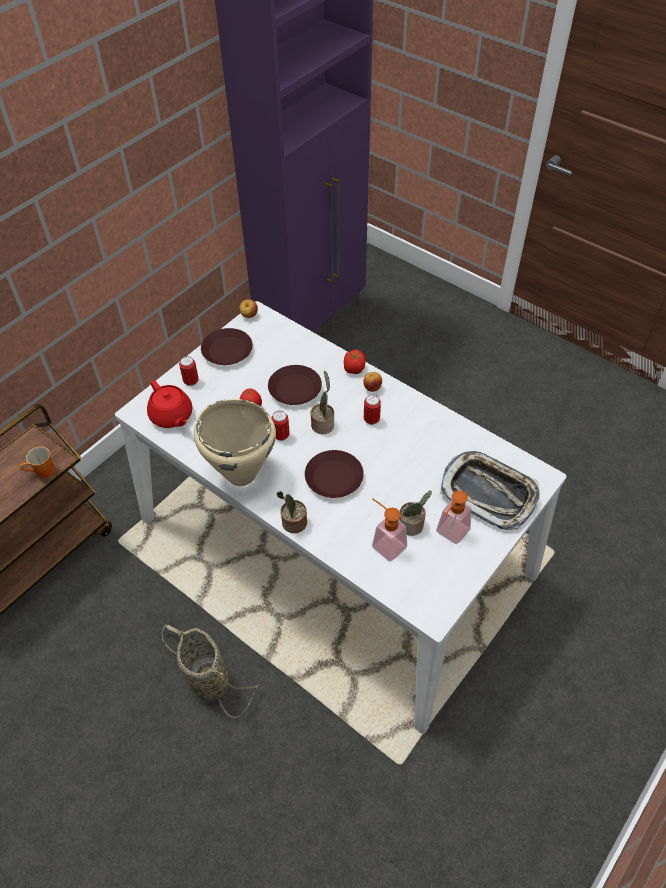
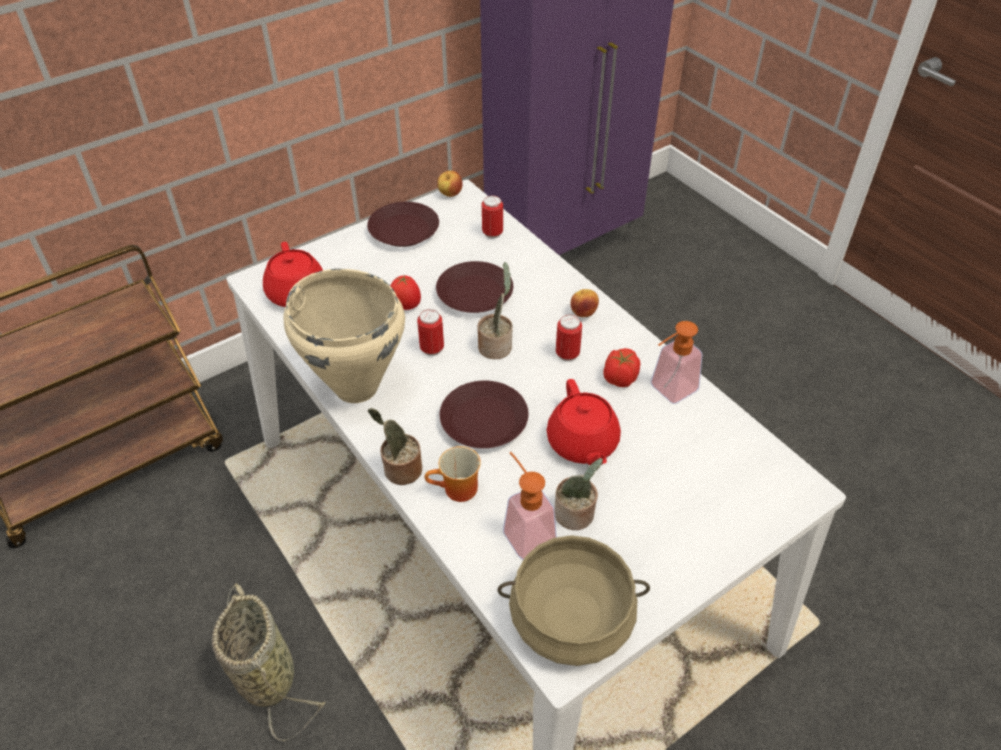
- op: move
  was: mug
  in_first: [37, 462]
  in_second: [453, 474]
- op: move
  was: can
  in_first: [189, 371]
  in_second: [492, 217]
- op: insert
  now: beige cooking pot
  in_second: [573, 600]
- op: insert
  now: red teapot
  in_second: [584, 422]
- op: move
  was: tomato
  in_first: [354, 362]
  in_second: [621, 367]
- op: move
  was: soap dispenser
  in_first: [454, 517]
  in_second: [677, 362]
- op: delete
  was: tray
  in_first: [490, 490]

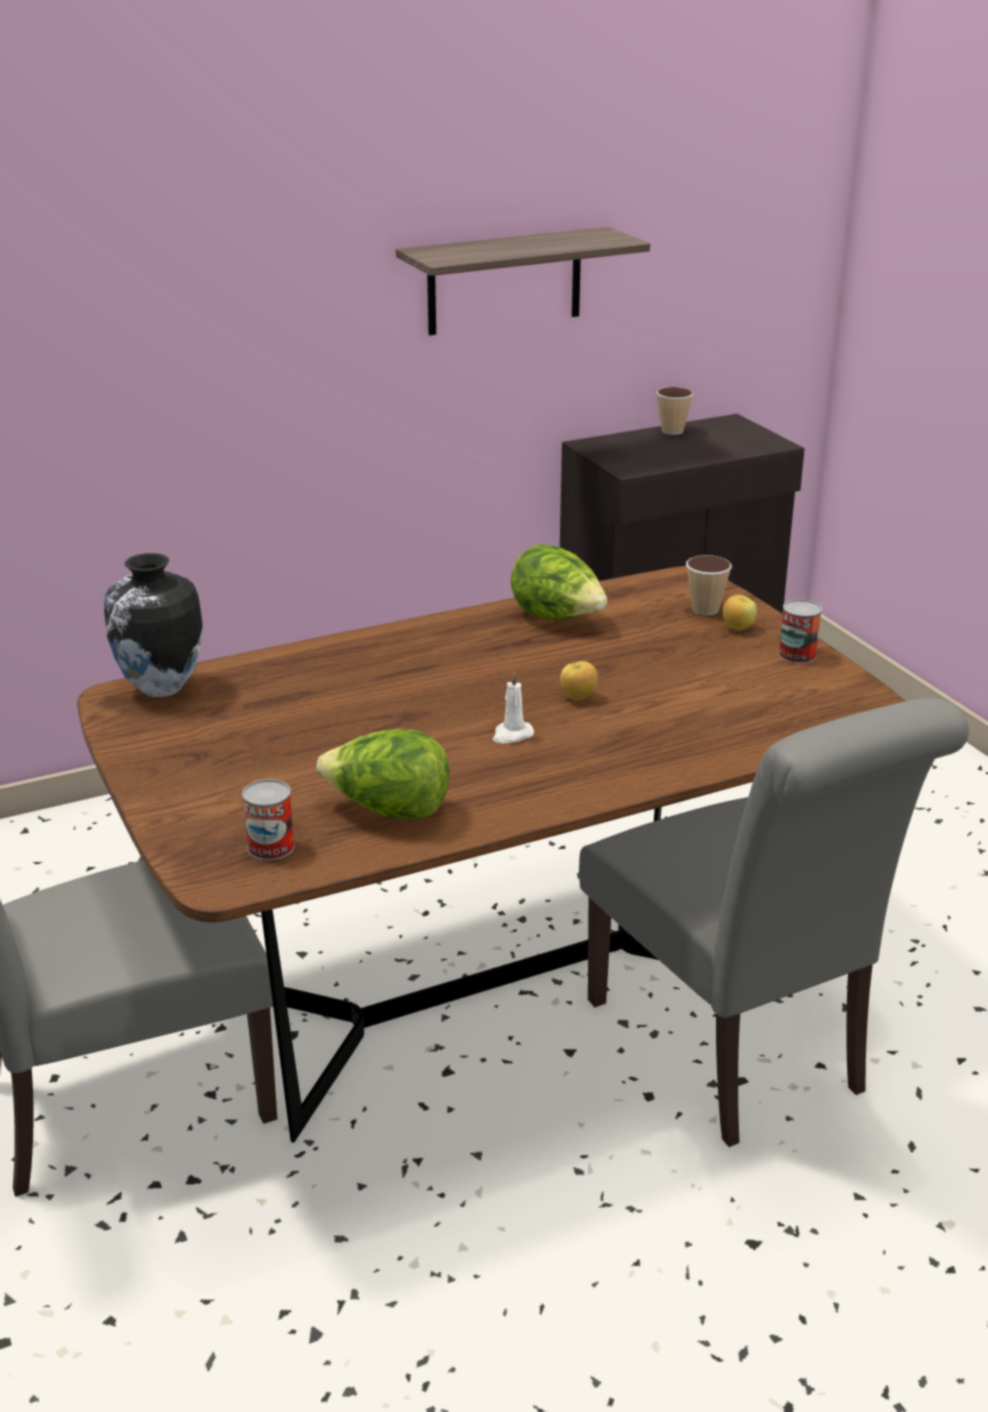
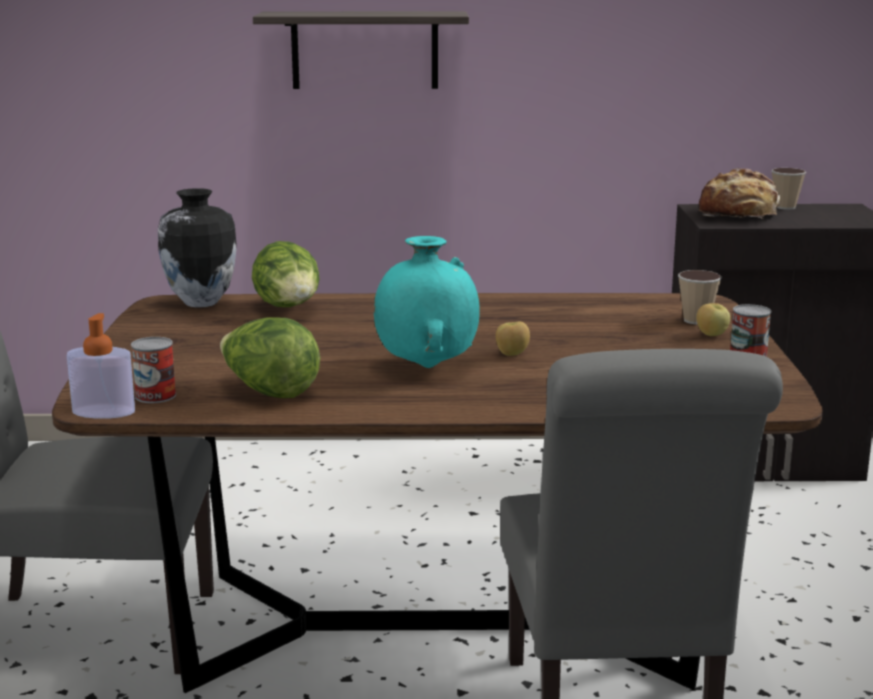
- op: insert
  now: soap dispenser
  in_second: [101, 366]
- op: move
  was: lettuce
  in_first: [558, 582]
  in_second: [286, 274]
- op: move
  was: shelf
  in_first: [523, 281]
  in_second: [361, 50]
- op: replace
  was: white candle
  now: turquoise vase
  in_first: [513, 707]
  in_second: [427, 302]
- op: insert
  now: bread
  in_second: [740, 193]

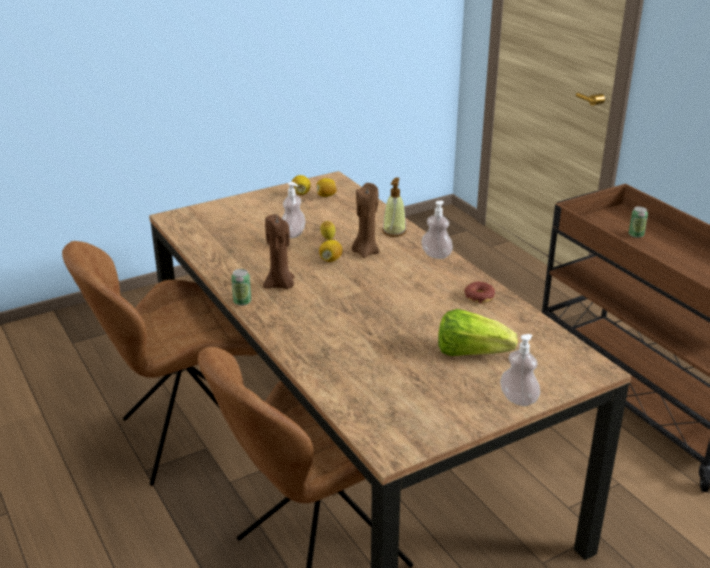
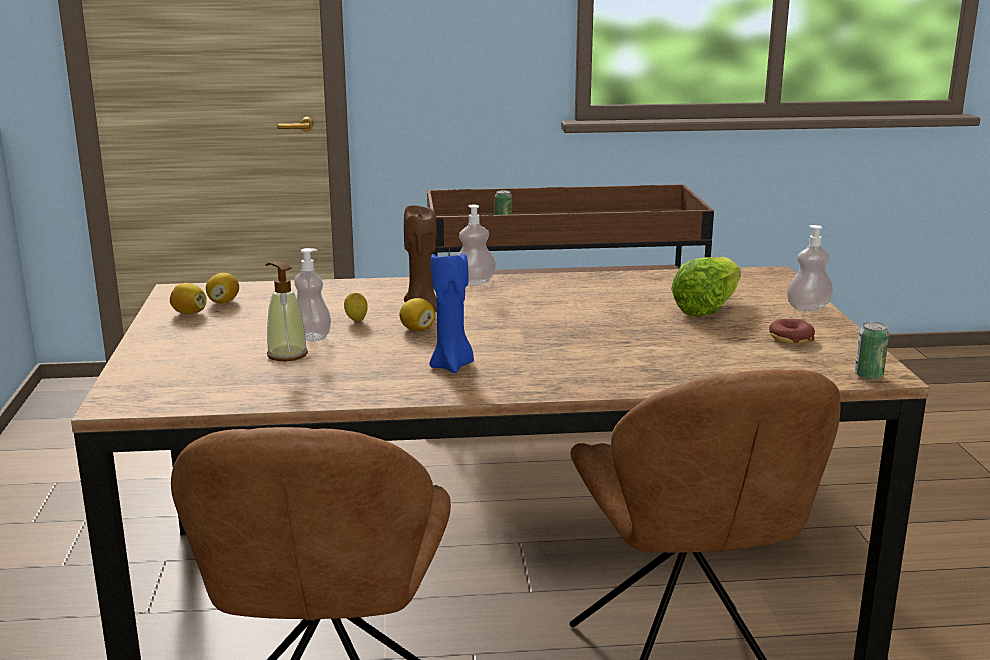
- op: move
  was: soap dispenser
  in_first: [394, 207]
  in_second: [286, 311]
- op: recolor
  was: brown candle
  now: blue candle
  in_first: [278, 251]
  in_second: [451, 312]
- op: move
  was: donut
  in_first: [480, 292]
  in_second: [792, 331]
- op: move
  was: can
  in_first: [241, 287]
  in_second: [871, 351]

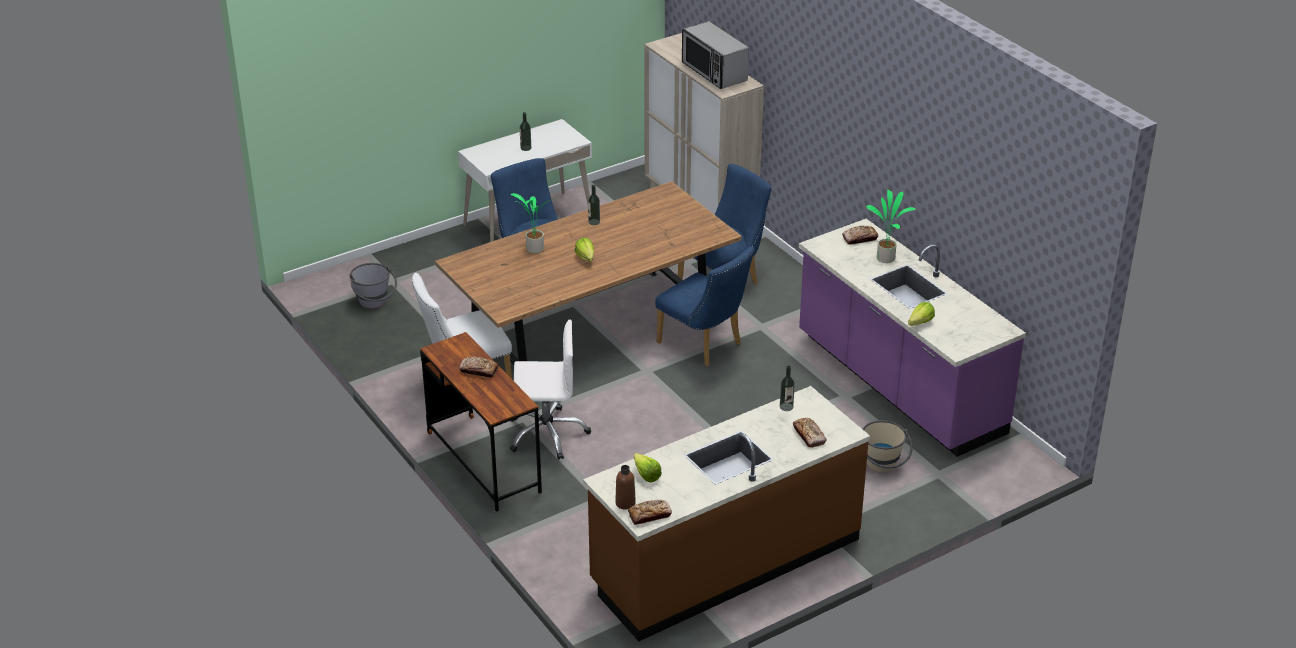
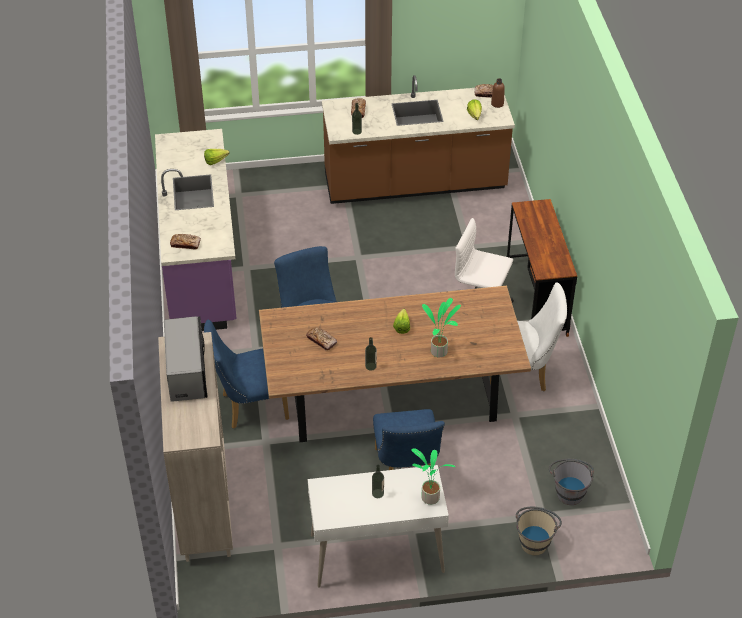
- op: move
  was: bread
  in_first: [478, 367]
  in_second: [321, 338]
- op: move
  was: potted plant
  in_first: [891, 226]
  in_second: [433, 477]
- op: move
  was: beige bucket
  in_first: [888, 446]
  in_second: [539, 531]

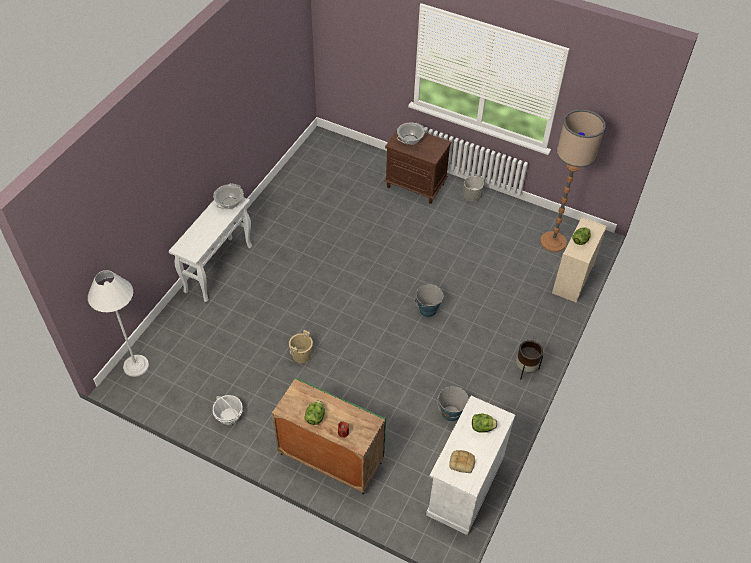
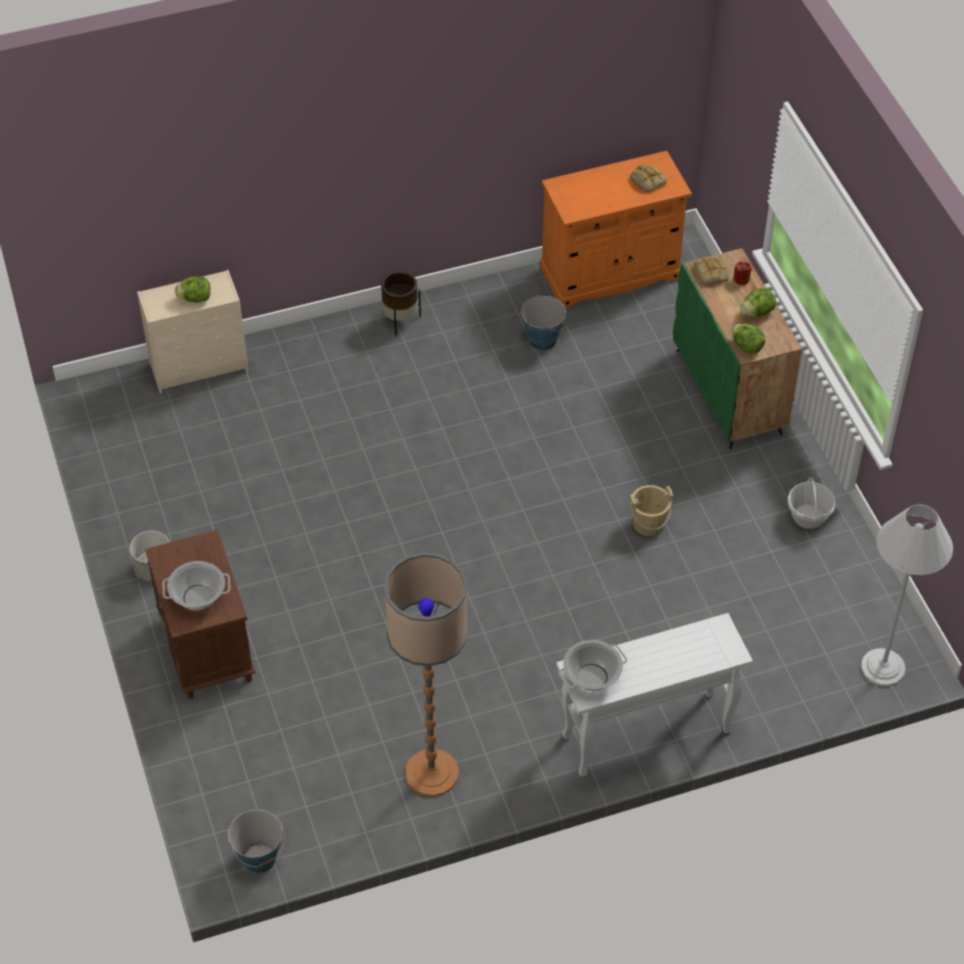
- op: move
  was: bucket
  in_first: [429, 300]
  in_second: [256, 841]
- op: move
  was: floor lamp
  in_first: [572, 180]
  in_second: [426, 674]
- op: recolor
  was: white cabinet
  now: orange cabinet
  in_first: [470, 465]
  in_second: [616, 229]
- op: insert
  now: bread
  in_second: [711, 270]
- op: move
  was: lettuce
  in_first: [484, 423]
  in_second: [748, 338]

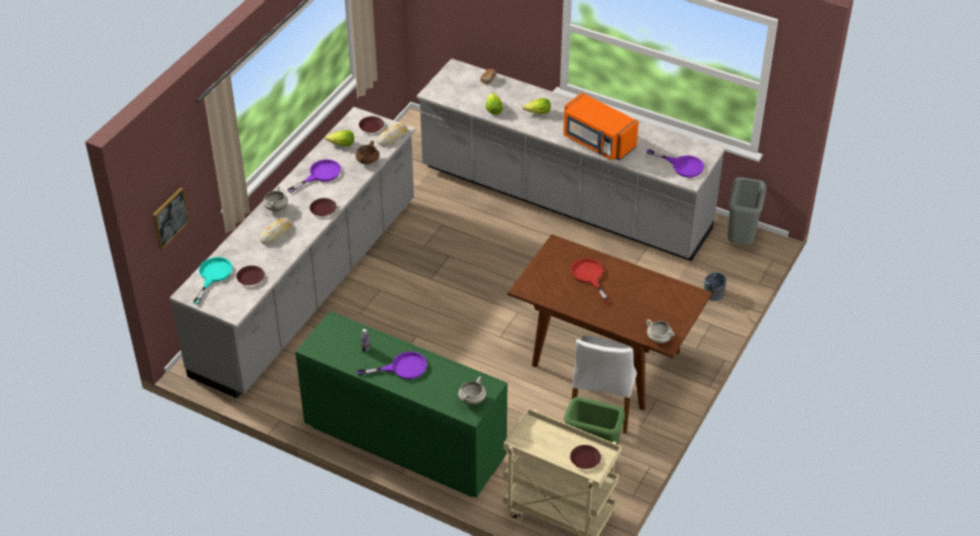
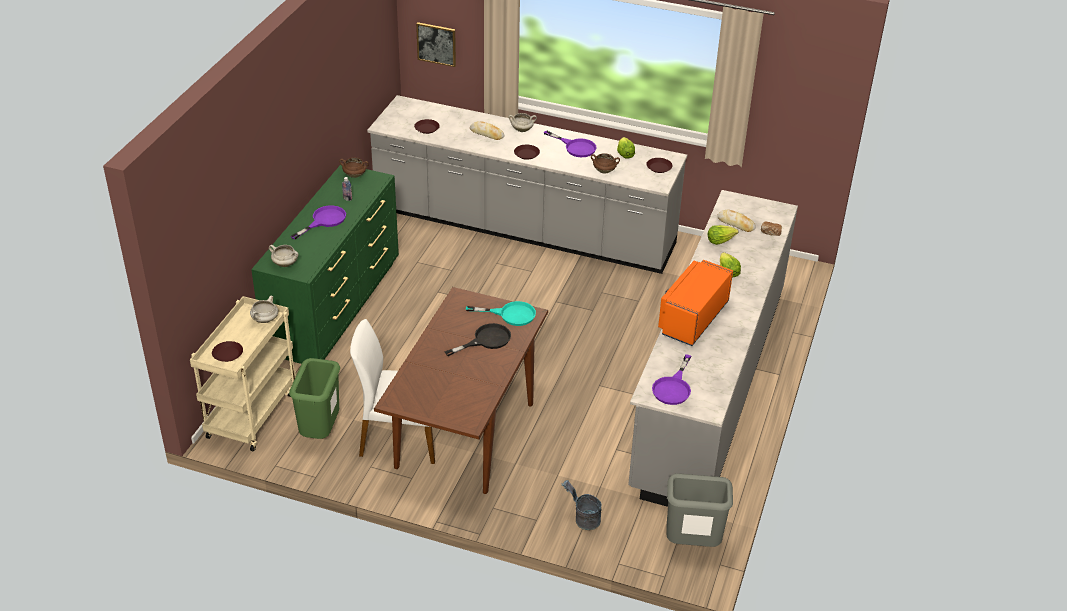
- op: move
  was: white cooking pot
  in_first: [660, 331]
  in_second: [264, 309]
- op: rotate
  was: purple frying pan
  in_first: [392, 365]
  in_second: [318, 222]
  clockwise: -120
- op: insert
  now: brown cooking pot
  in_second: [354, 167]
- op: recolor
  was: red frying pan
  now: black frying pan
  in_first: [590, 281]
  in_second: [477, 339]
- op: move
  was: turquoise frying pan
  in_first: [213, 280]
  in_second: [501, 313]
- op: move
  was: bread
  in_first: [392, 134]
  in_second: [736, 221]

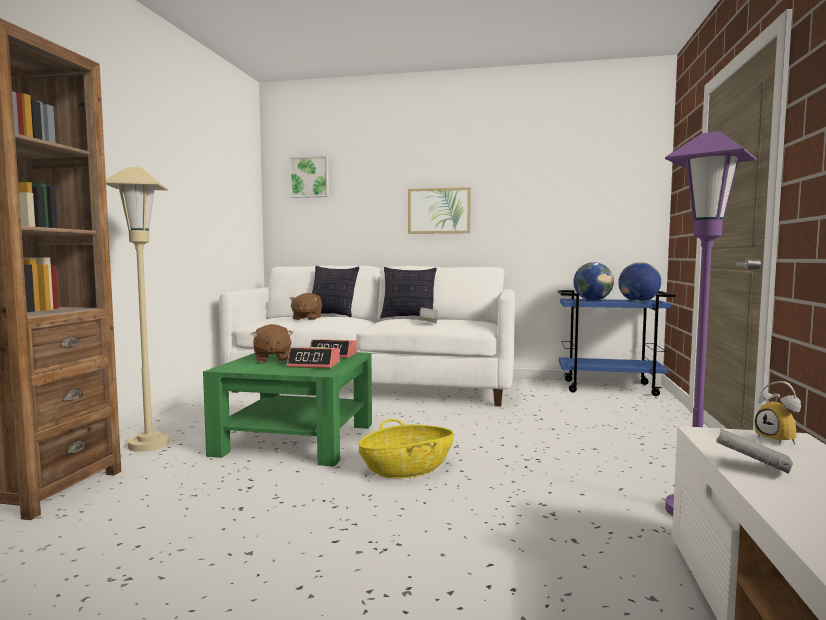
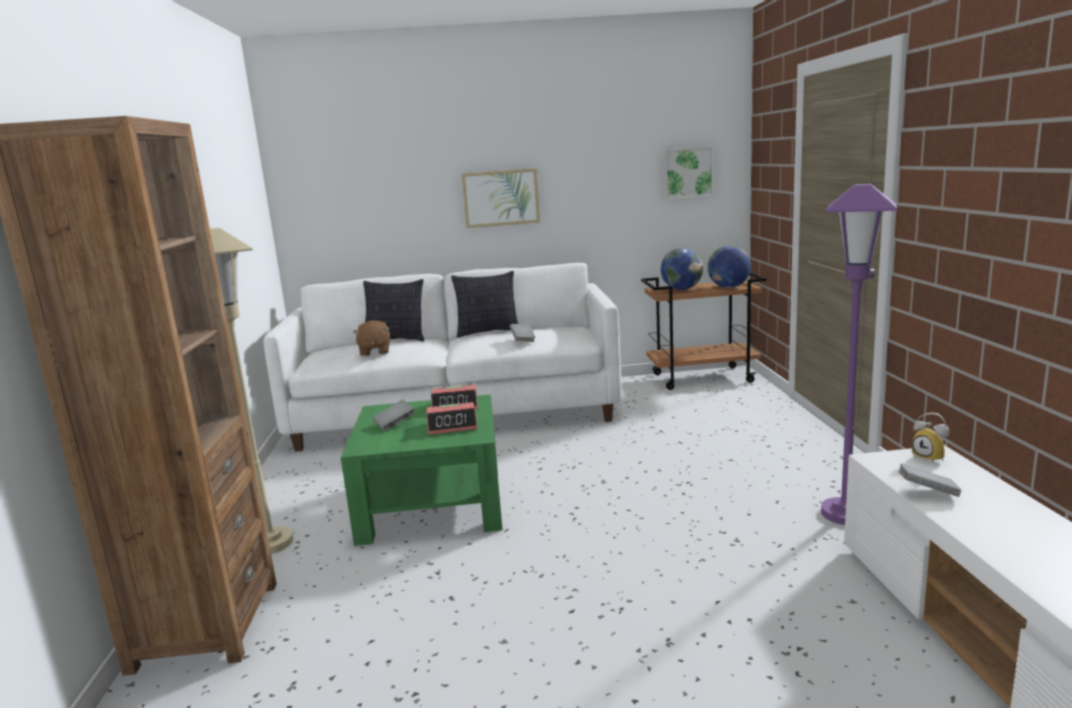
- op: replace
  was: brown plush toy
  now: grey book
  in_first: [272, 343]
  in_second: [394, 415]
- op: recolor
  was: blue cart
  now: brown cart
  in_first: [616, 343]
  in_second: [703, 331]
- op: move
  was: picture
  in_first: [309, 177]
  in_second: [689, 172]
- op: delete
  was: basket
  in_first: [406, 449]

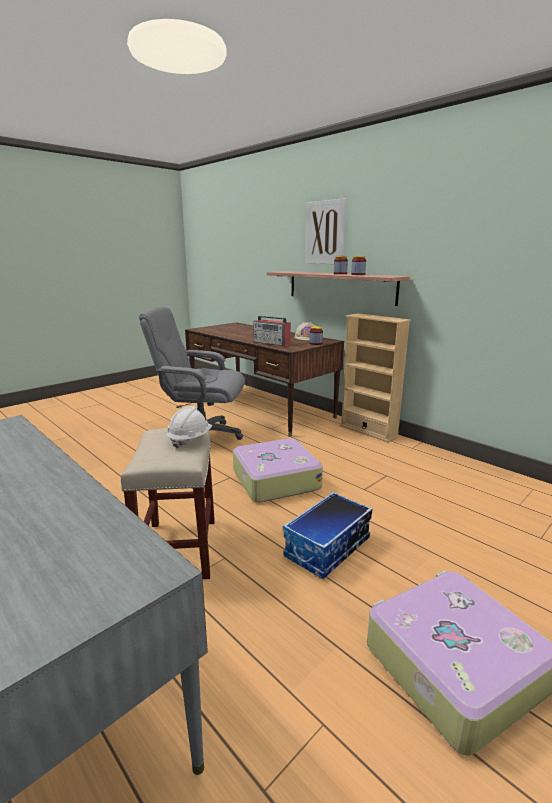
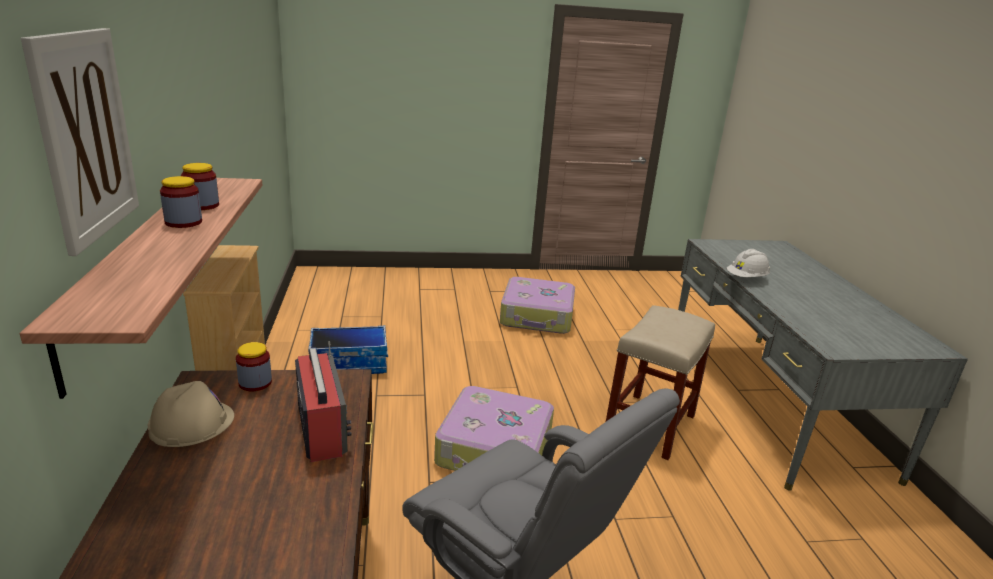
- op: move
  was: storage box
  in_first: [327, 535]
  in_second: [348, 350]
- op: move
  was: white hard hat
  in_first: [189, 427]
  in_second: [748, 263]

